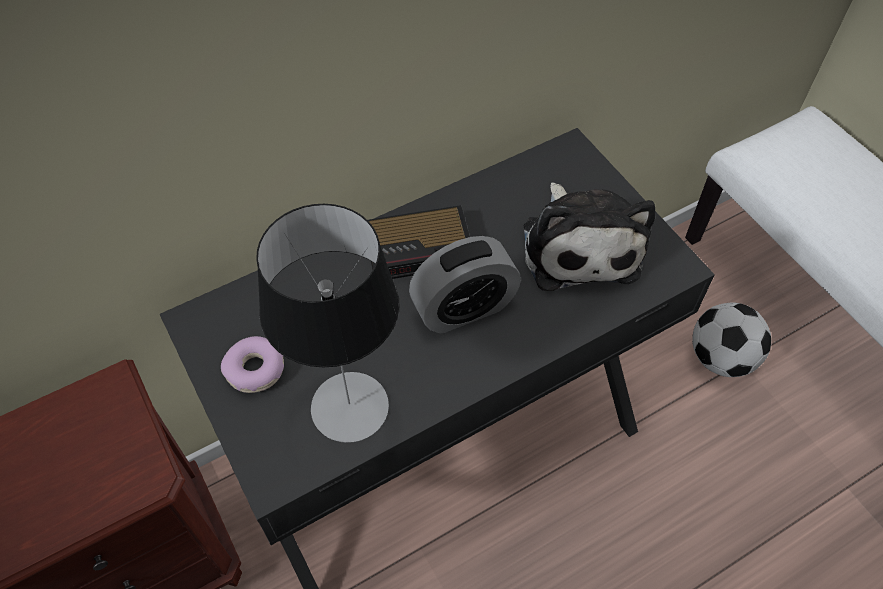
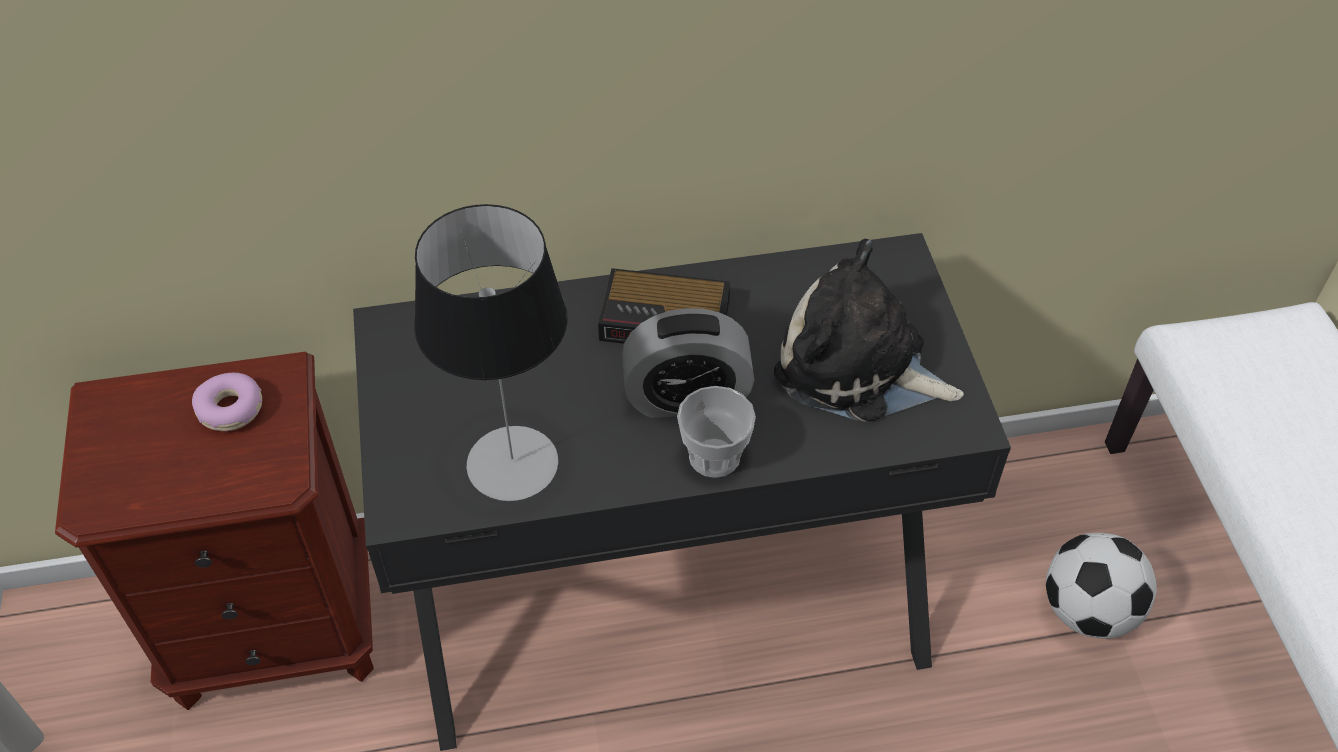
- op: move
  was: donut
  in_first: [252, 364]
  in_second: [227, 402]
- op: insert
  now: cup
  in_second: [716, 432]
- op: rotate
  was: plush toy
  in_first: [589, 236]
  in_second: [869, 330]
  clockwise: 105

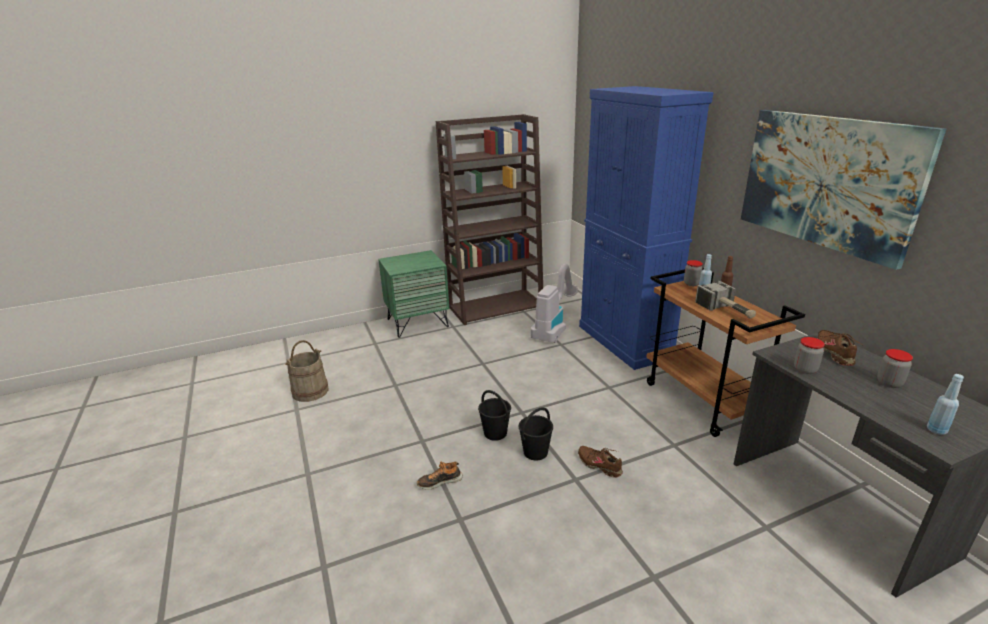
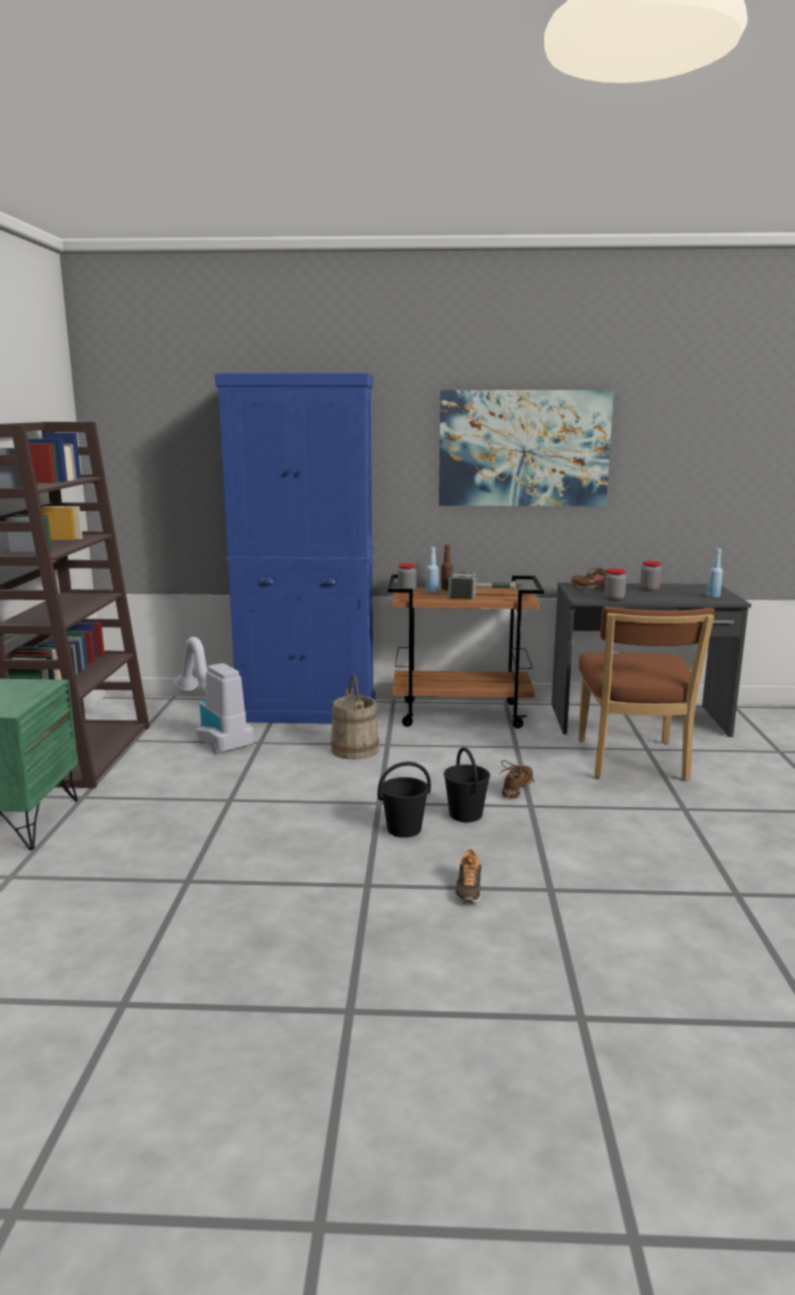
- op: move
  was: beige bucket
  in_first: [307, 371]
  in_second: [355, 717]
- op: rotate
  was: brown shoe
  in_first: [600, 462]
  in_second: [516, 779]
  clockwise: 135
- op: insert
  now: brown chair
  in_second: [646, 693]

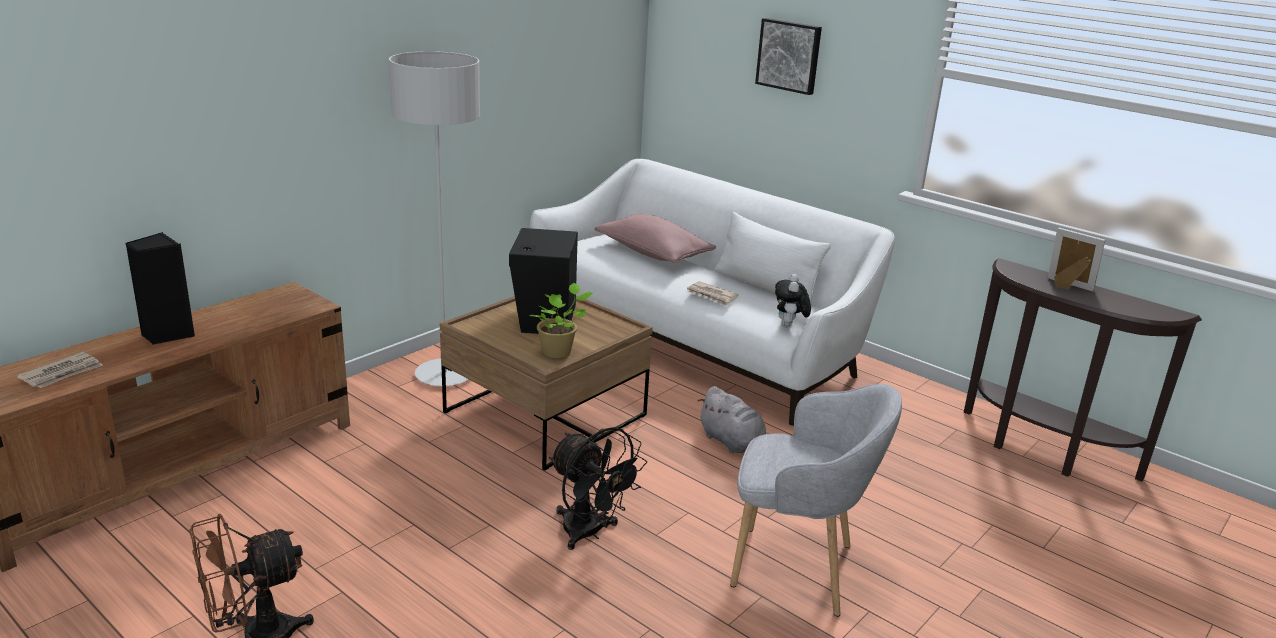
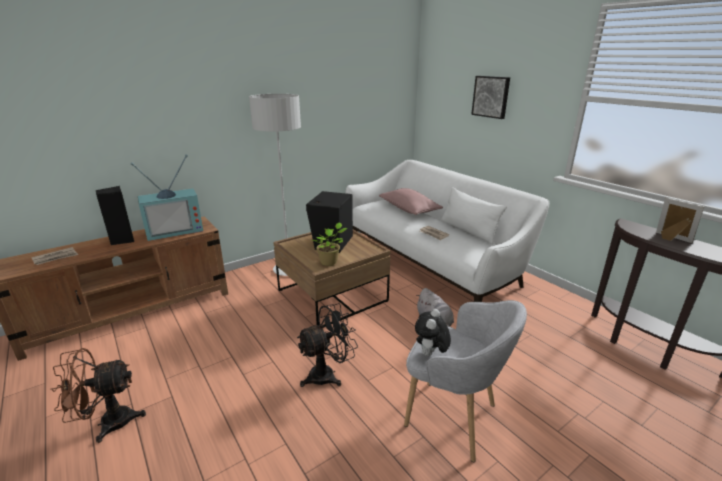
- op: insert
  now: television
  in_second: [167, 197]
- op: rotate
  was: black fan
  in_first: [598, 488]
  in_second: [327, 345]
  clockwise: -90
- op: move
  was: plush toy
  in_first: [793, 300]
  in_second: [433, 332]

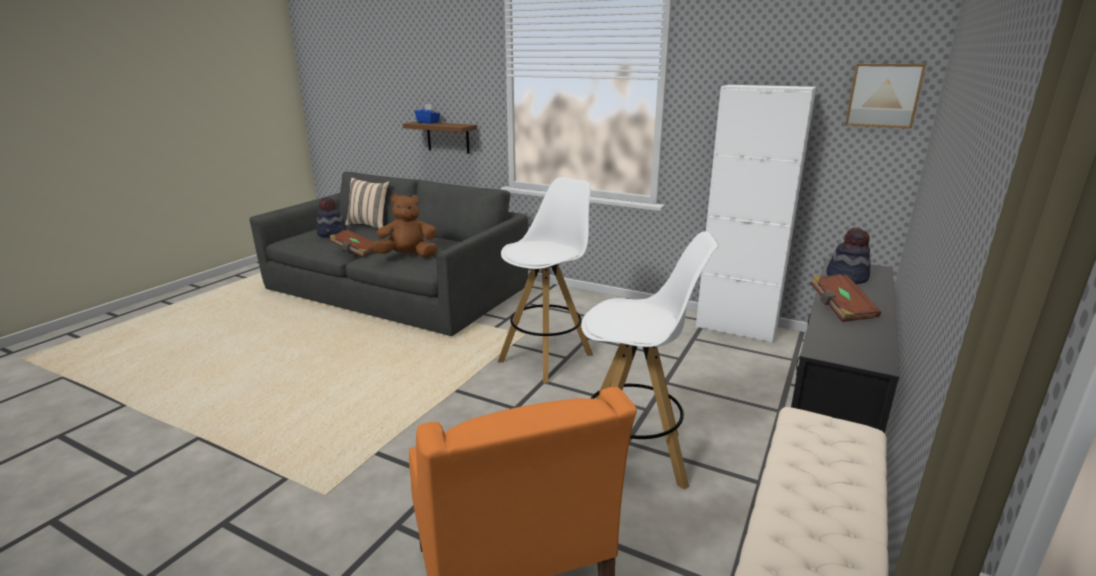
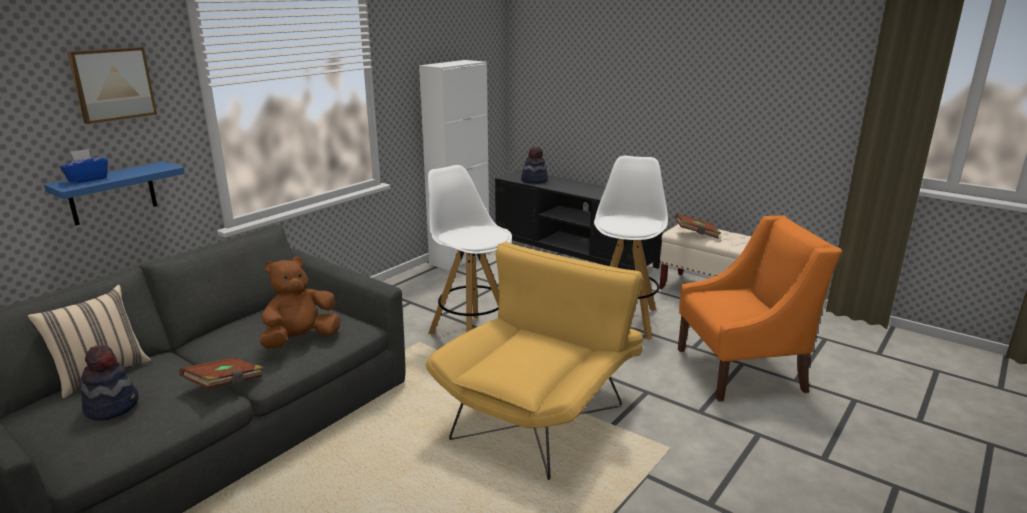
- op: recolor
  was: brown shelf
  now: blue shelf
  in_first: [439, 137]
  in_second: [114, 193]
- op: move
  was: picture
  in_first: [885, 96]
  in_second: [112, 85]
- op: rotate
  was: brown plush toy
  in_first: [404, 225]
  in_second: [299, 302]
  clockwise: 45
- op: insert
  now: yellow armchair
  in_second: [534, 361]
- op: move
  was: brown book
  in_first: [845, 298]
  in_second: [698, 225]

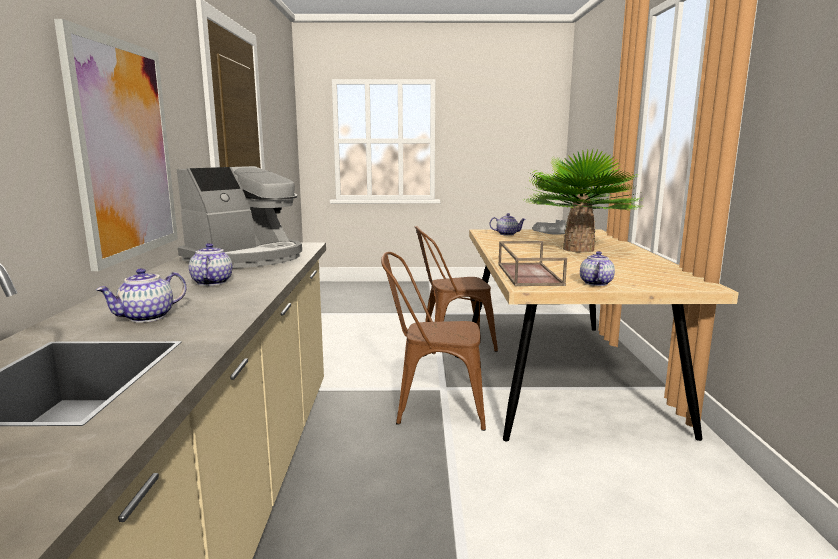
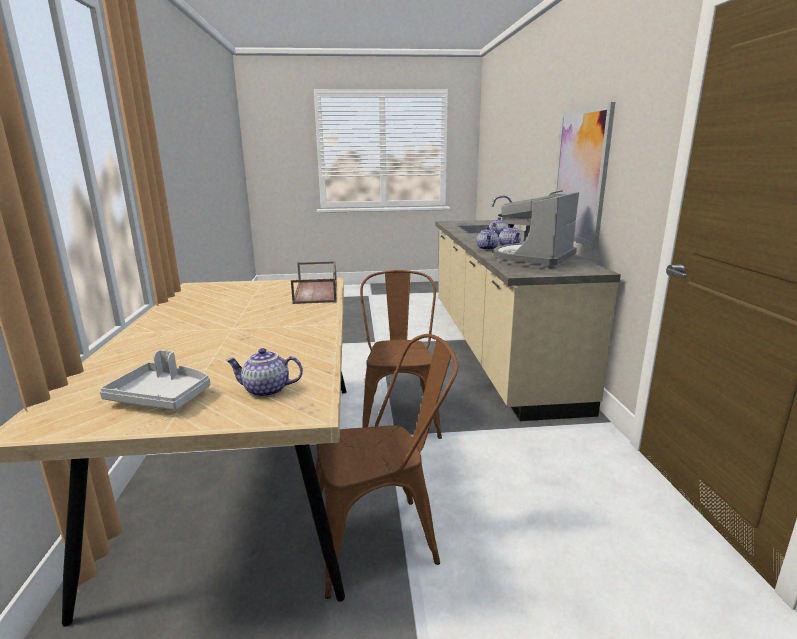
- op: rotate
  was: brown chair
  in_first: [433, 341]
  in_second: [401, 354]
  clockwise: -90
- op: move
  was: teapot
  in_first: [597, 268]
  in_second: [487, 238]
- op: delete
  was: potted plant
  in_first: [584, 201]

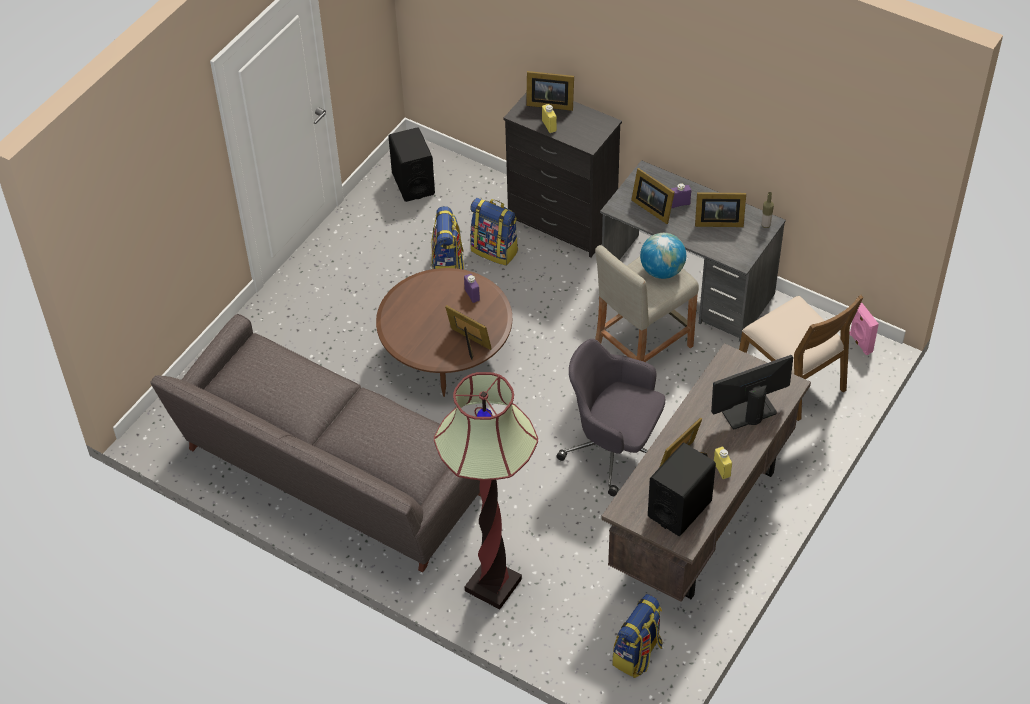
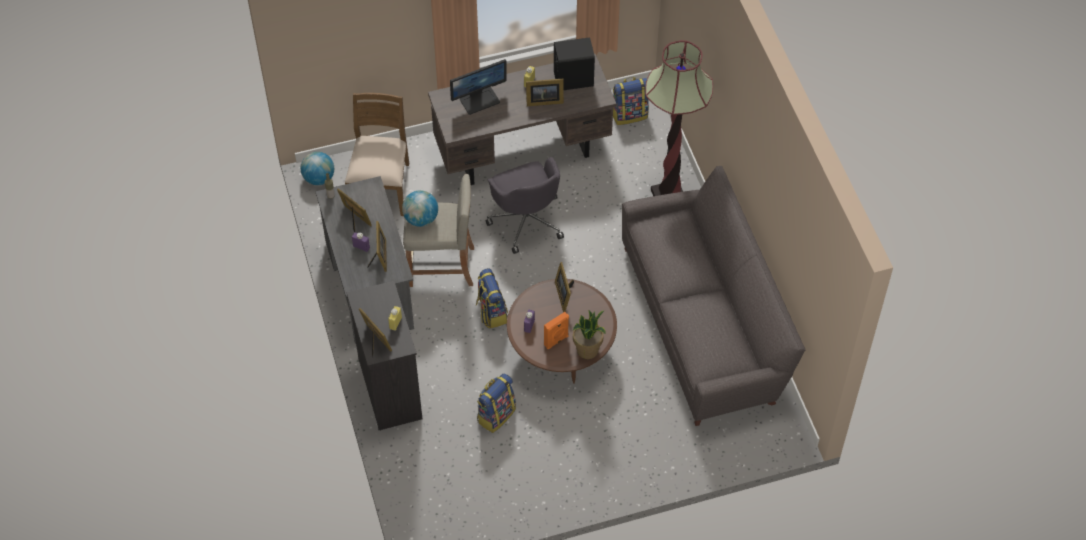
- op: replace
  was: pink speaker
  now: globe
  in_first: [864, 328]
  in_second: [317, 168]
- op: rotate
  was: monitor
  in_first: [752, 392]
  in_second: [478, 87]
  clockwise: -45
- op: move
  was: backpack
  in_first: [494, 232]
  in_second: [492, 298]
- op: insert
  now: orange speaker
  in_second: [556, 330]
- op: insert
  now: potted plant
  in_second: [589, 334]
- op: delete
  was: black speaker
  in_first: [411, 164]

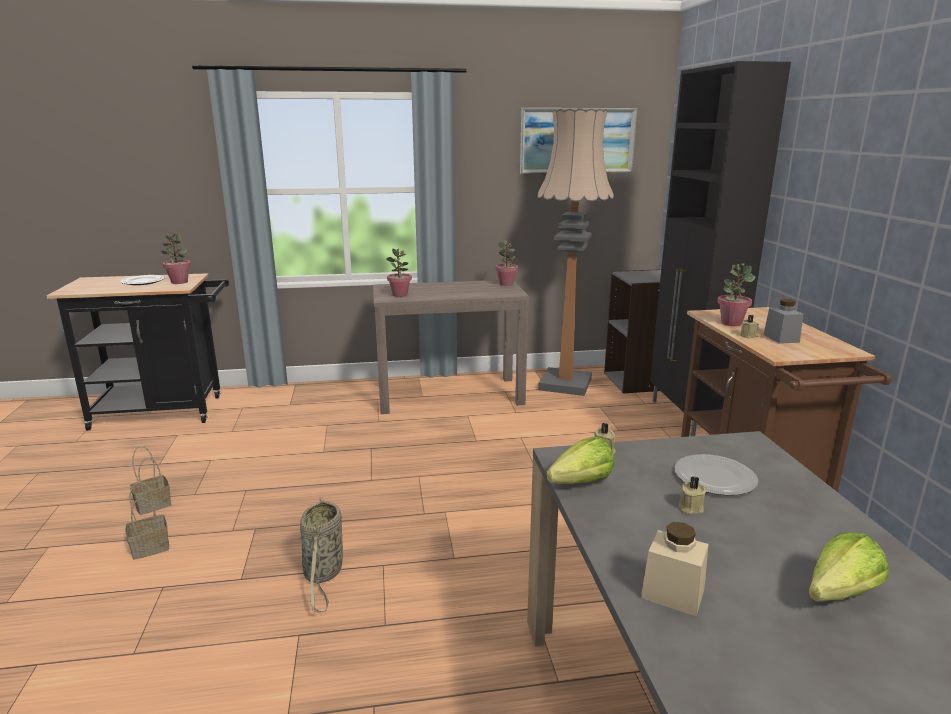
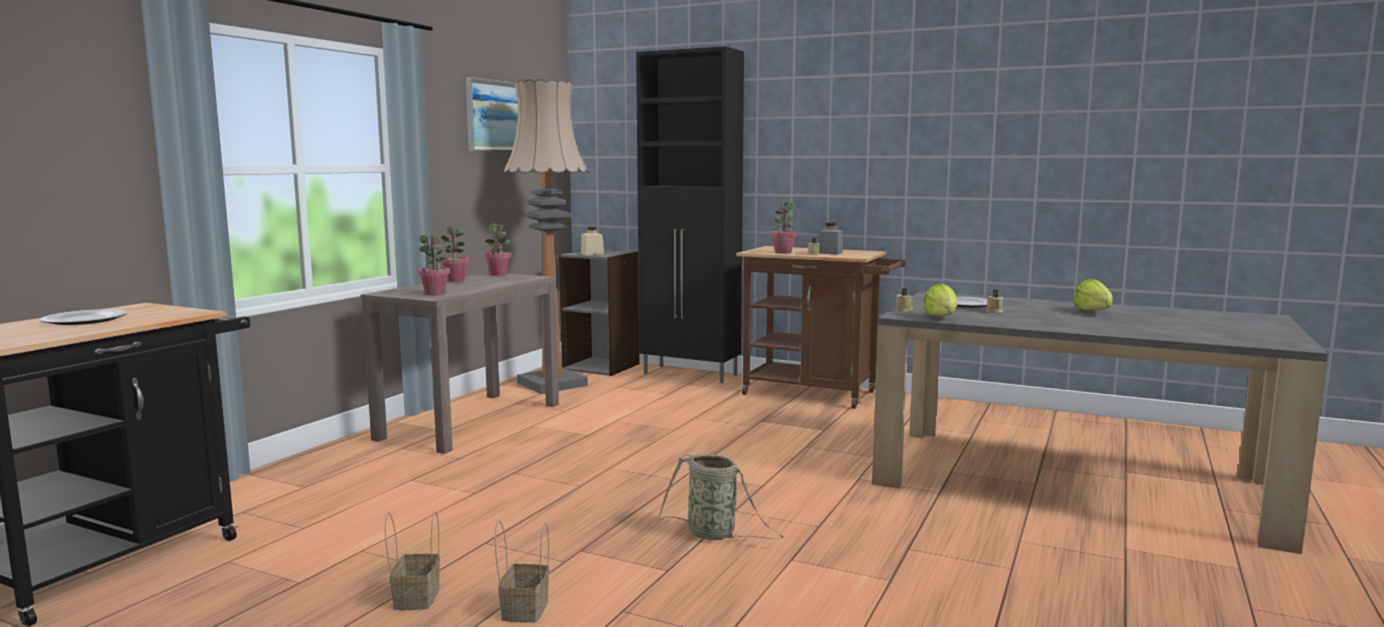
- op: move
  was: potted plant
  in_first: [176, 258]
  in_second: [455, 254]
- op: move
  was: beige jar
  in_first: [675, 569]
  in_second: [592, 241]

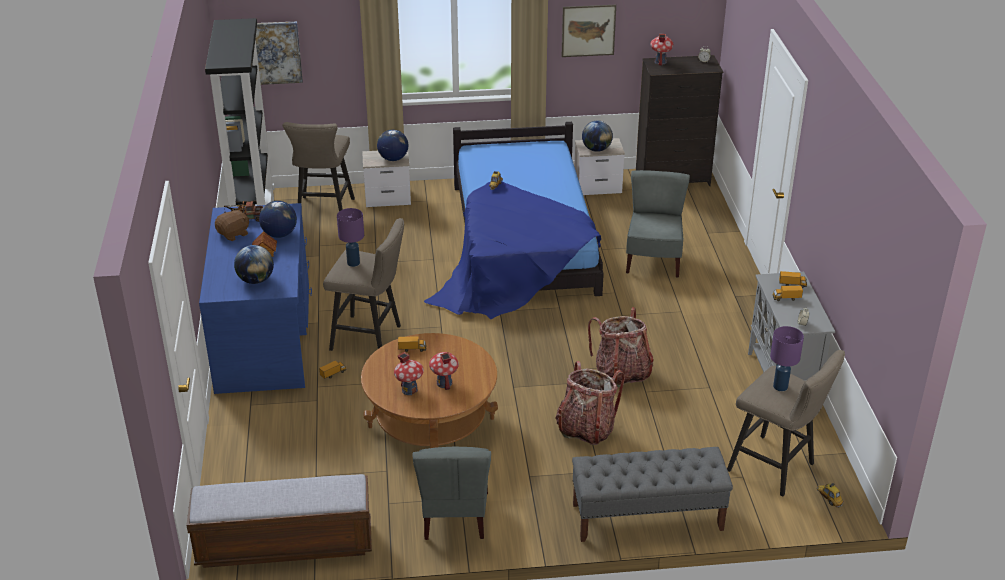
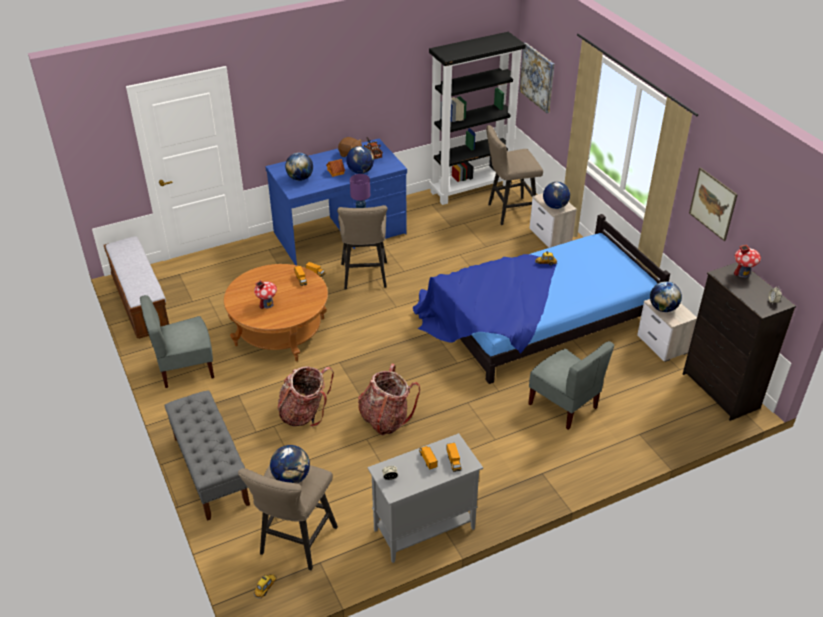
- op: replace
  was: purple table lamp
  now: globe
  in_first: [787, 358]
  in_second: [290, 464]
- op: rotate
  was: grey chair
  in_first: [658, 224]
  in_second: [571, 385]
  clockwise: 60
- op: delete
  was: toy house
  in_first: [409, 373]

